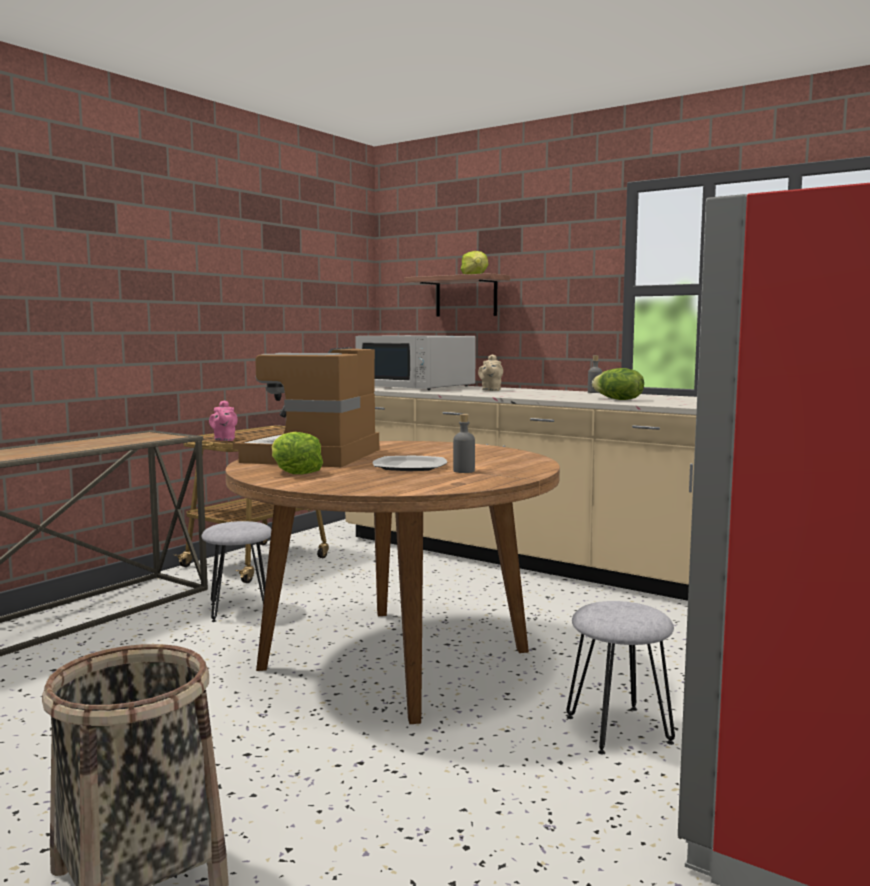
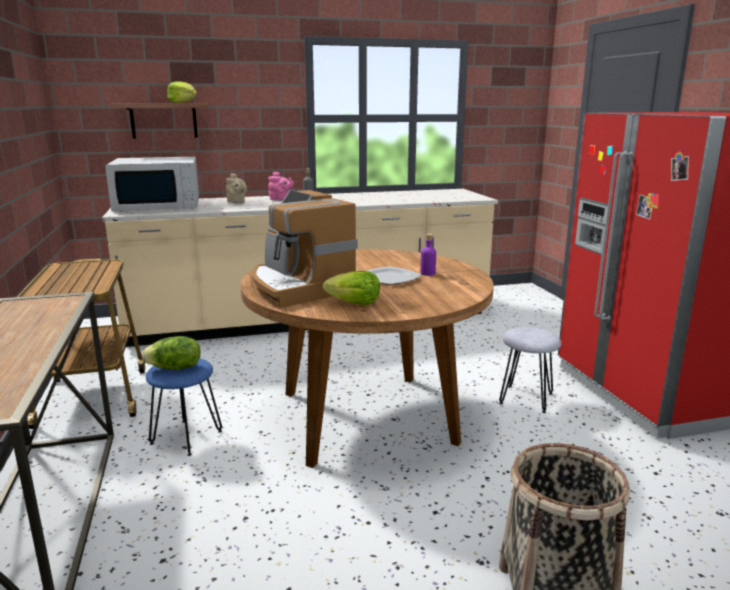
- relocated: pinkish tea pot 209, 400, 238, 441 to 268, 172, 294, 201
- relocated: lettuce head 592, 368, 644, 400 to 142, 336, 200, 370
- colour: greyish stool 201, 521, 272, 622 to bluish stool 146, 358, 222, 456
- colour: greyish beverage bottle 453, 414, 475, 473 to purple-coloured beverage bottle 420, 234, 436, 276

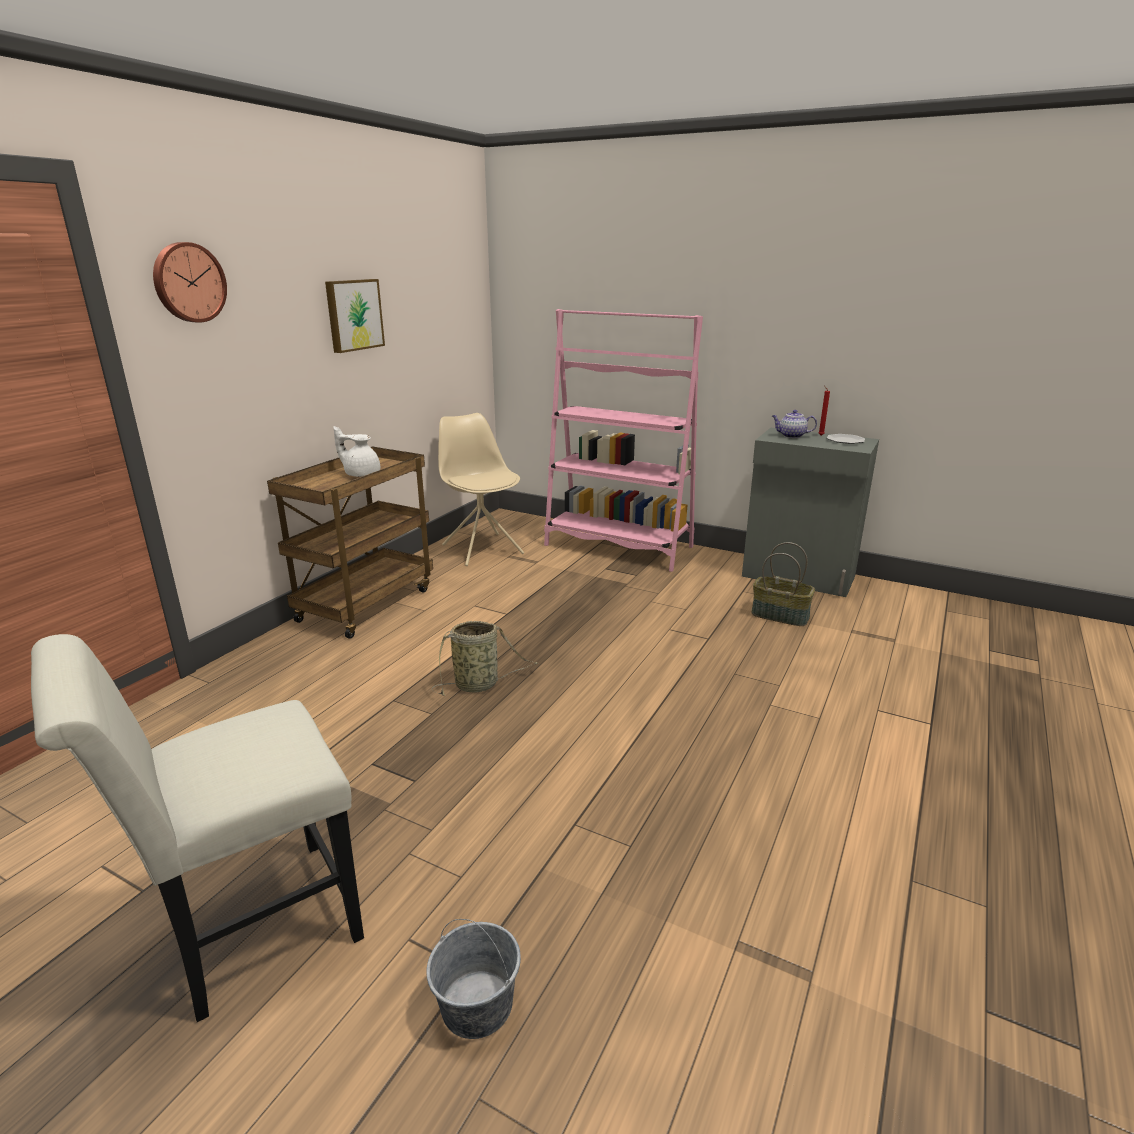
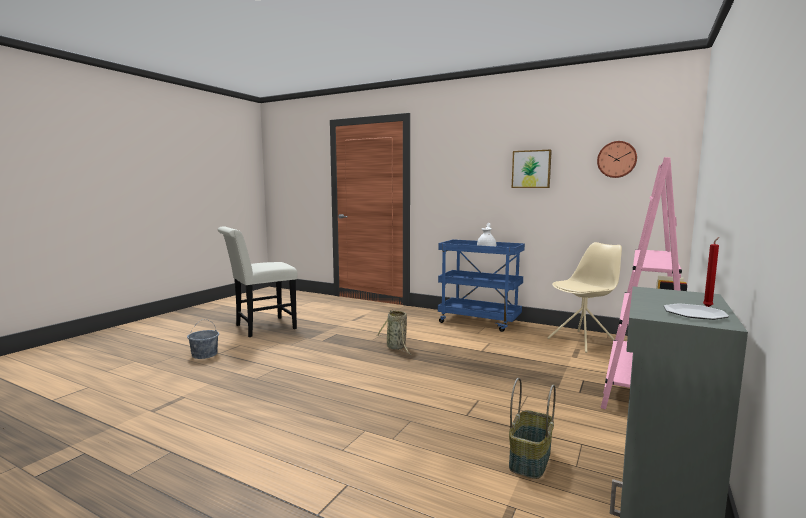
- missing: tea pot 772, 410, 817, 438
- relocated: clock on the wall 153, 242, 227, 323 to 597, 141, 637, 178
- colour: brown-coloured trolley 267, 447, 433, 639 to bluish trolley 438, 239, 525, 332
- spun: white-coloured upright chair 31, 634, 364, 1022 = 217, 226, 297, 337 90 degrees counterclockwise

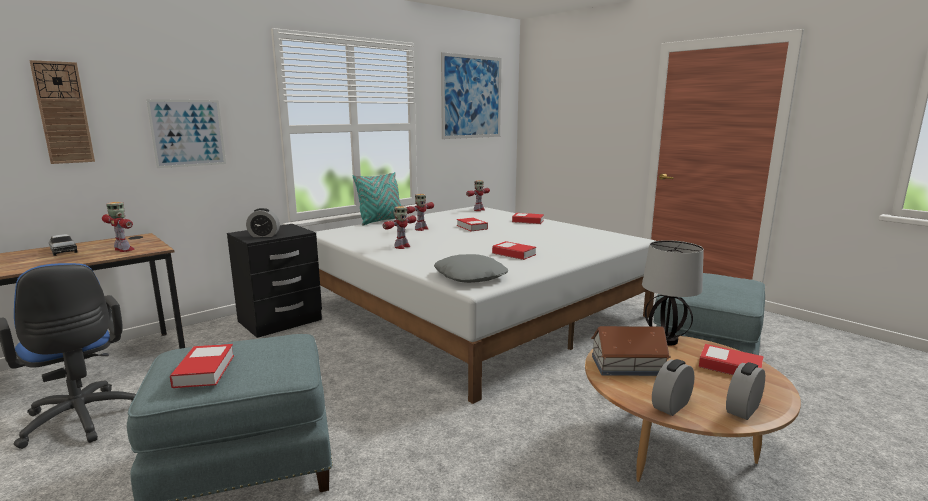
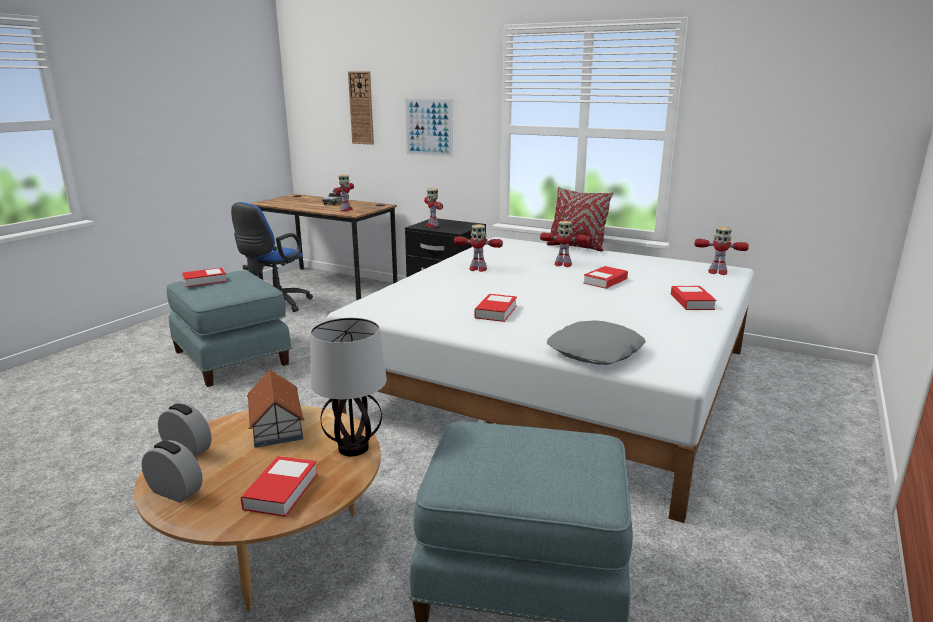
- missing: picture 441, 52, 502, 139
- relocated: greyish cushion 434, 254, 508, 283 to 547, 320, 646, 365
- exchanged: alarm clock 246, 208, 280, 237 to model robot 424, 188, 443, 228
- colour: blue-green cushion 353, 172, 401, 225 to red cushion 546, 187, 614, 252

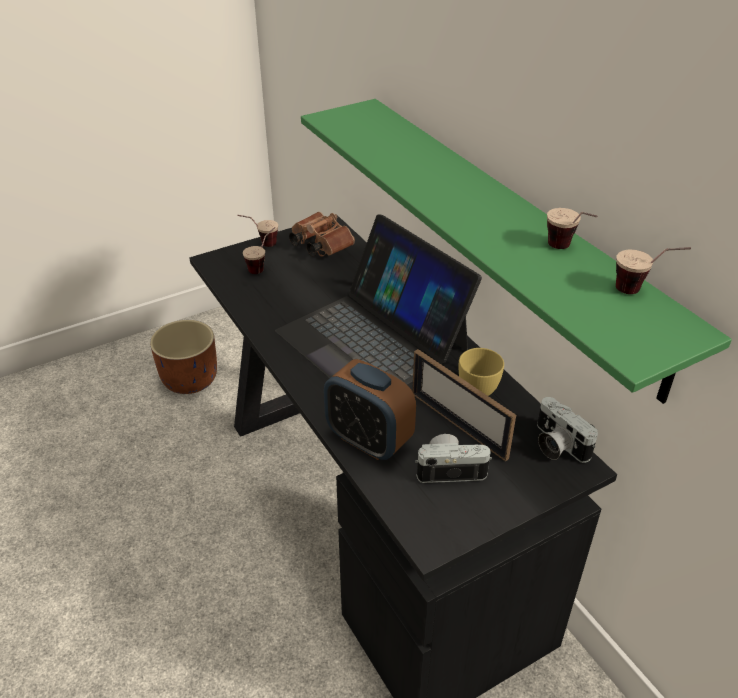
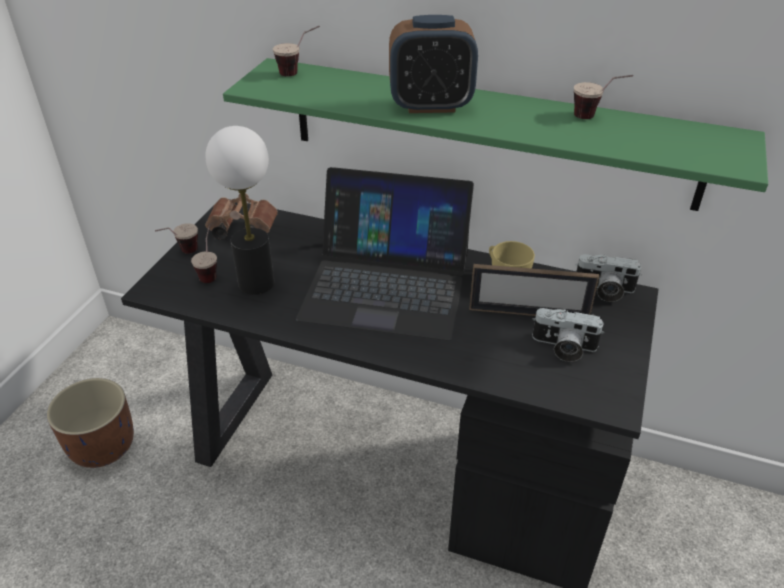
- appeared: table lamp 206, 126, 275, 295
- relocated: alarm clock 324, 359, 416, 460 to 389, 15, 478, 113
- relocated: drinking cup 616, 247, 691, 294 to 273, 26, 320, 76
- spun: photo camera 415, 434, 492, 483 = 532, 308, 604, 362 120 degrees counterclockwise

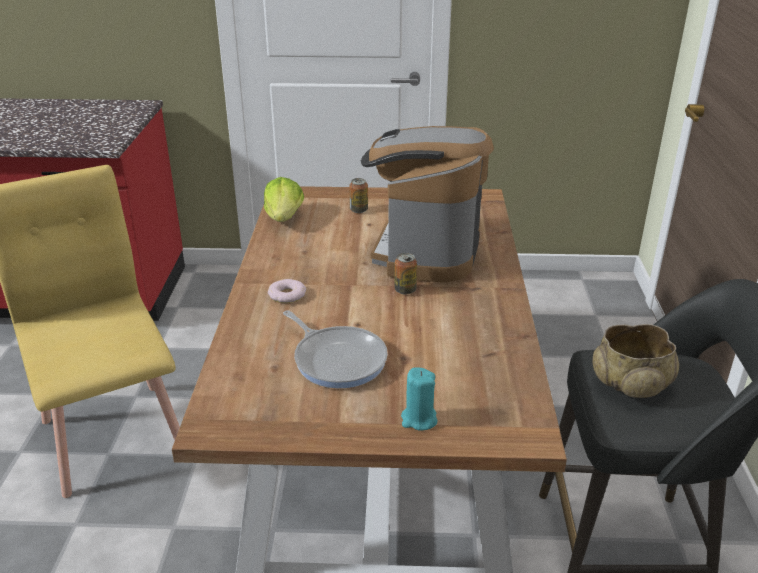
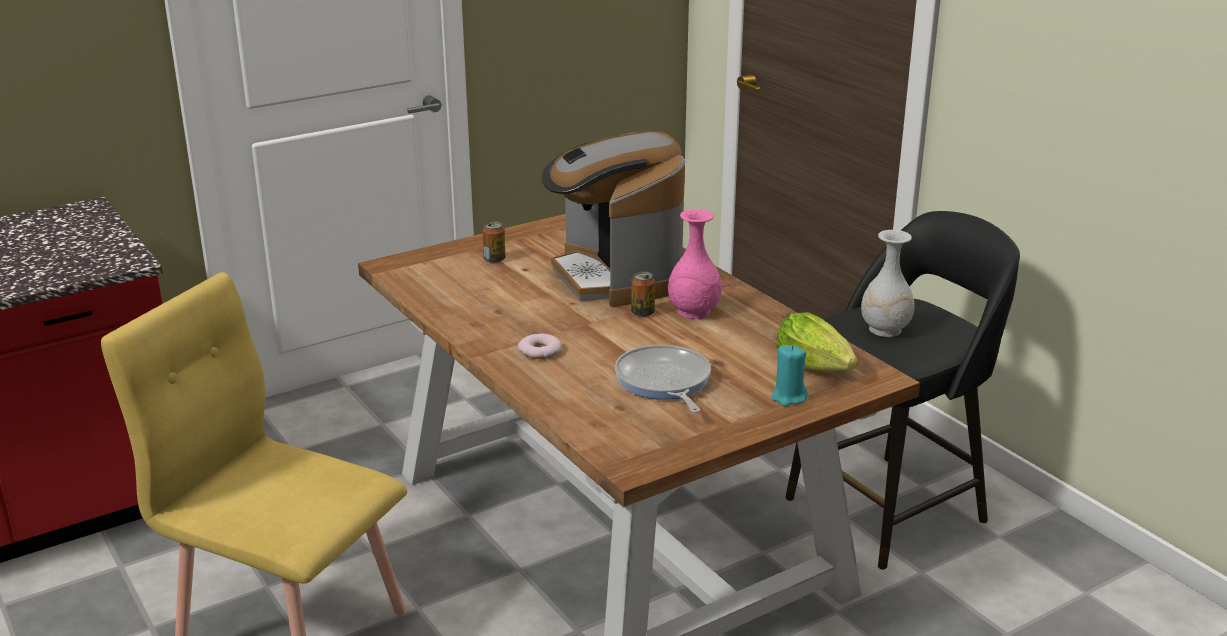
- appeared: pinkish flower vase 668, 209, 722, 319
- relocated: lettuce head 264, 177, 304, 222 to 776, 312, 858, 371
- exchanged: sand-coloured bowl 593, 324, 679, 398 to white-coloured flower vase 861, 230, 914, 337
- spun: skillet 283, 310, 388, 388 = 615, 345, 711, 413 120 degrees counterclockwise

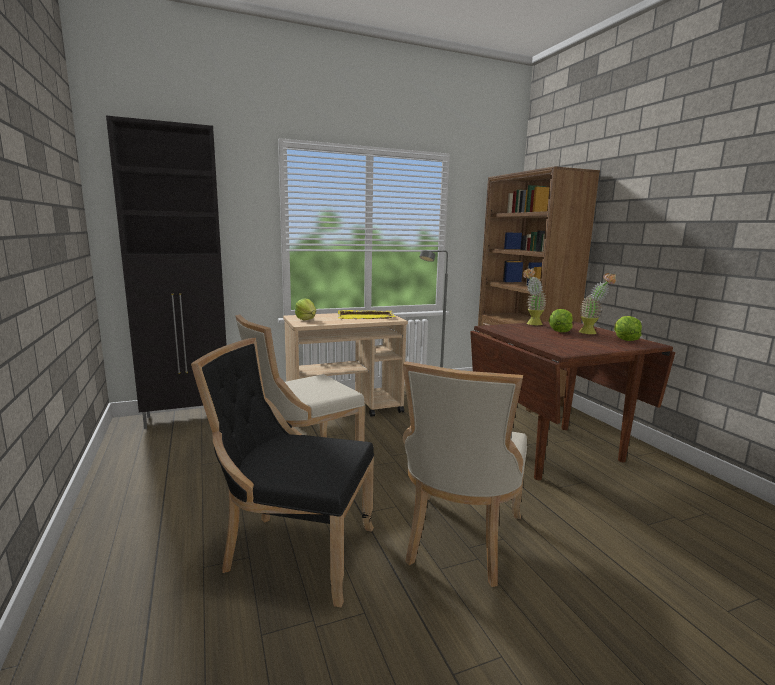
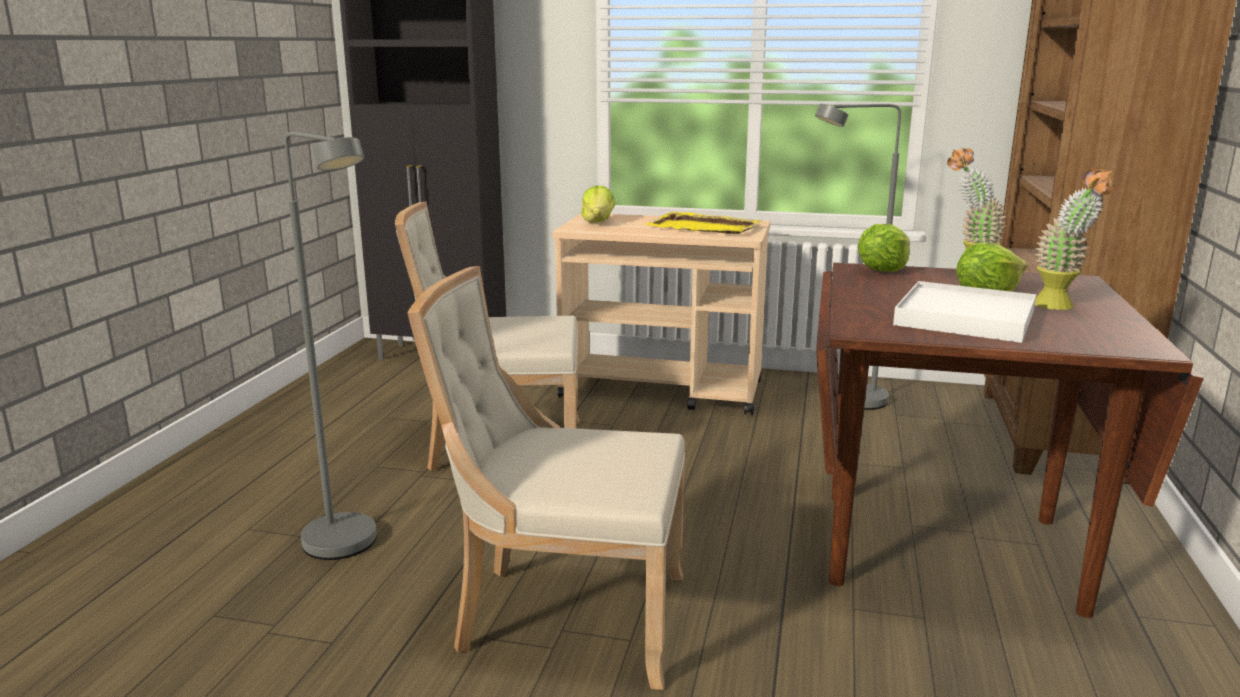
- appeared: white-coloured carrying tray 893, 281, 1036, 343
- relocated: lettuce head 614, 316, 642, 341 to 857, 224, 910, 272
- exchanged: black-coloured upright chair 191, 338, 374, 607 to greyish floor lamp 285, 132, 377, 560
- spun: sand-coloured upright chair 403, 361, 527, 587 = 407, 266, 685, 690 45 degrees clockwise

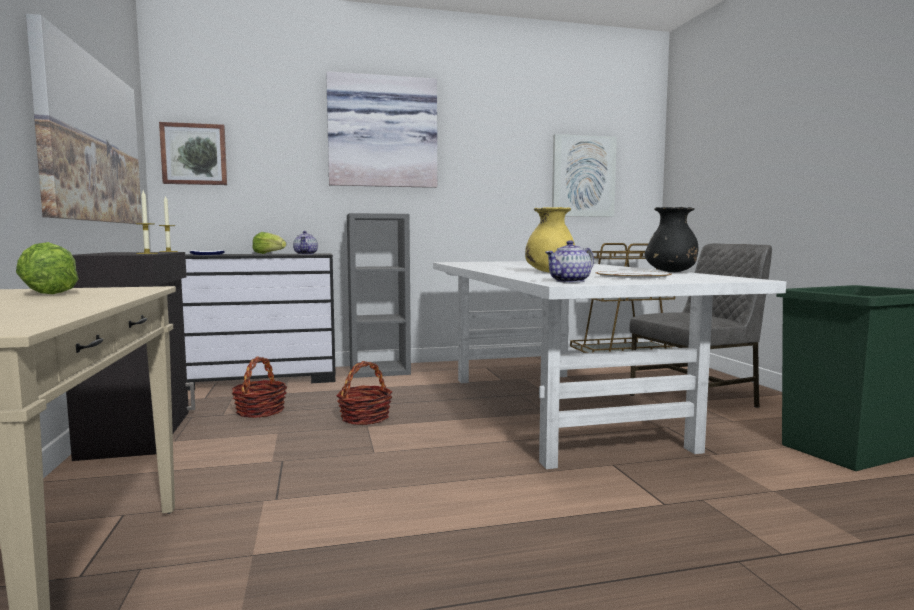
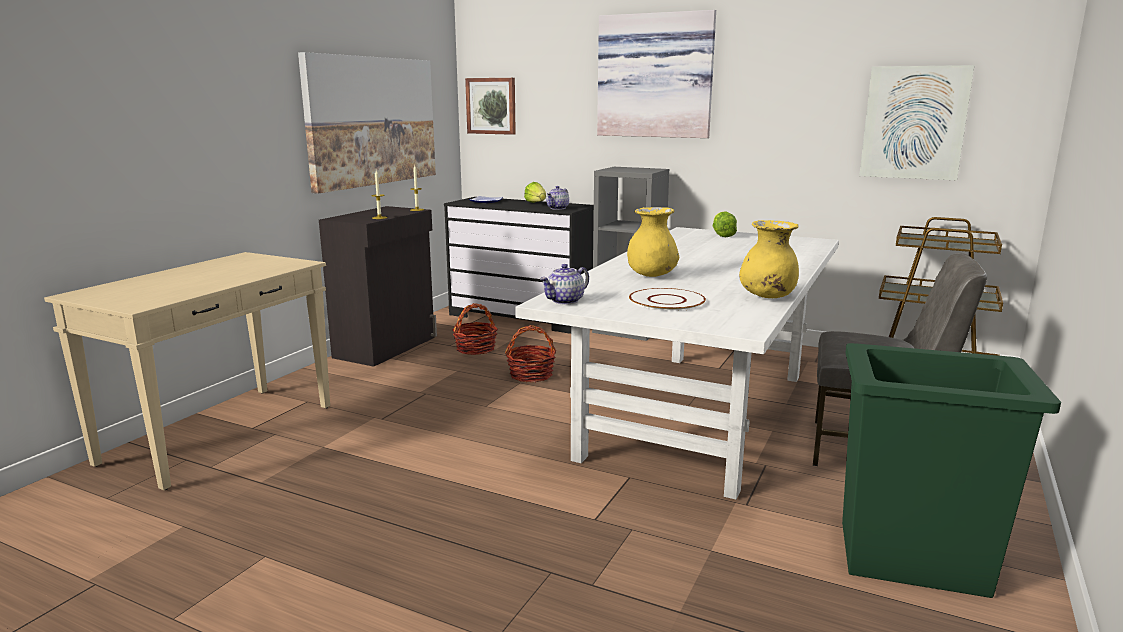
- relocated: lettuce head 16, 242, 79, 294 to 713, 211, 737, 237
- colour: black-coloured flower vase 644, 207, 698, 272 to yellow flower vase 739, 220, 799, 298
- spun: tea pot 545, 241, 594, 283 = 540, 264, 589, 305 45 degrees counterclockwise

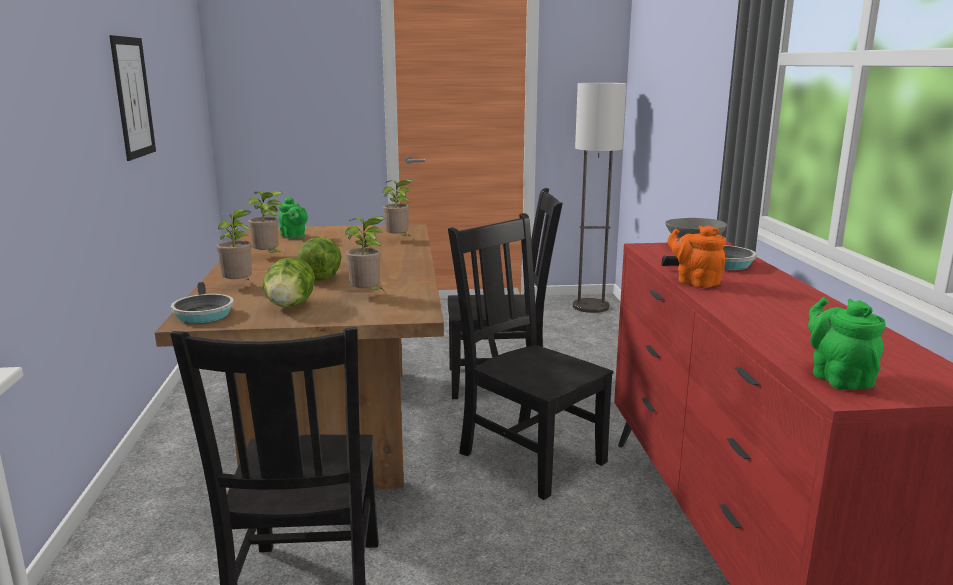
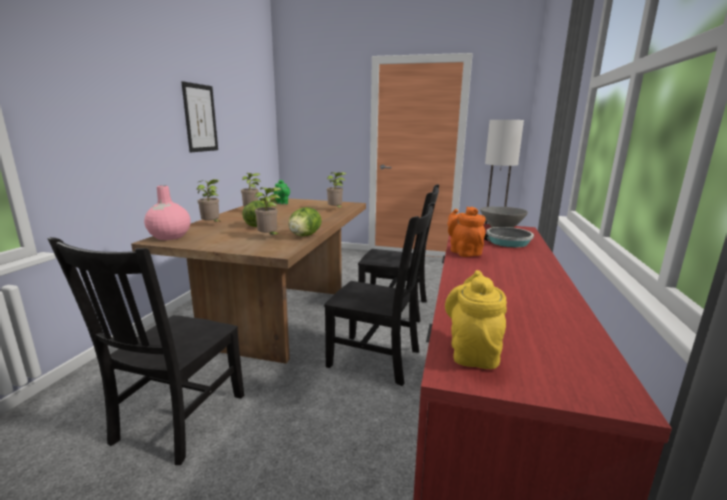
- relocated: lettuce head 263, 258, 315, 307 to 289, 207, 322, 236
- exchanged: skillet 171, 282, 234, 324 to pinkish flower vase 144, 185, 191, 240
- colour: green-coloured tea pot 808, 297, 886, 390 to yellow tea pot 445, 270, 507, 369
- spun: black-coloured upright chair 448, 213, 613, 500 = 324, 202, 435, 386 135 degrees clockwise

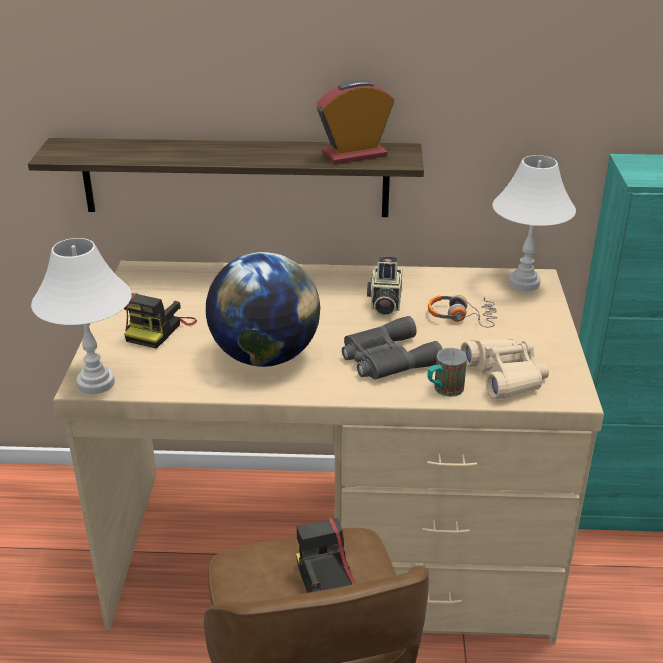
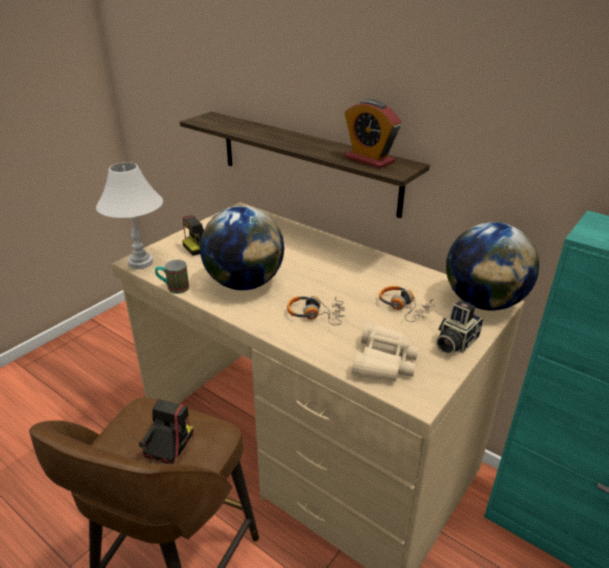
- relocated: photo camera 367, 257, 403, 316 to 436, 300, 483, 354
- relocated: coffee mug 427, 348, 467, 397 to 155, 260, 189, 294
- exchanged: greyish field glasses 342, 316, 442, 380 to headphones 287, 296, 345, 325
- exchanged: white-coloured table lamp 493, 155, 576, 291 to desk globe 446, 222, 539, 310
- spun: alarm clock 317, 79, 394, 164 = 345, 99, 401, 169 150 degrees counterclockwise

